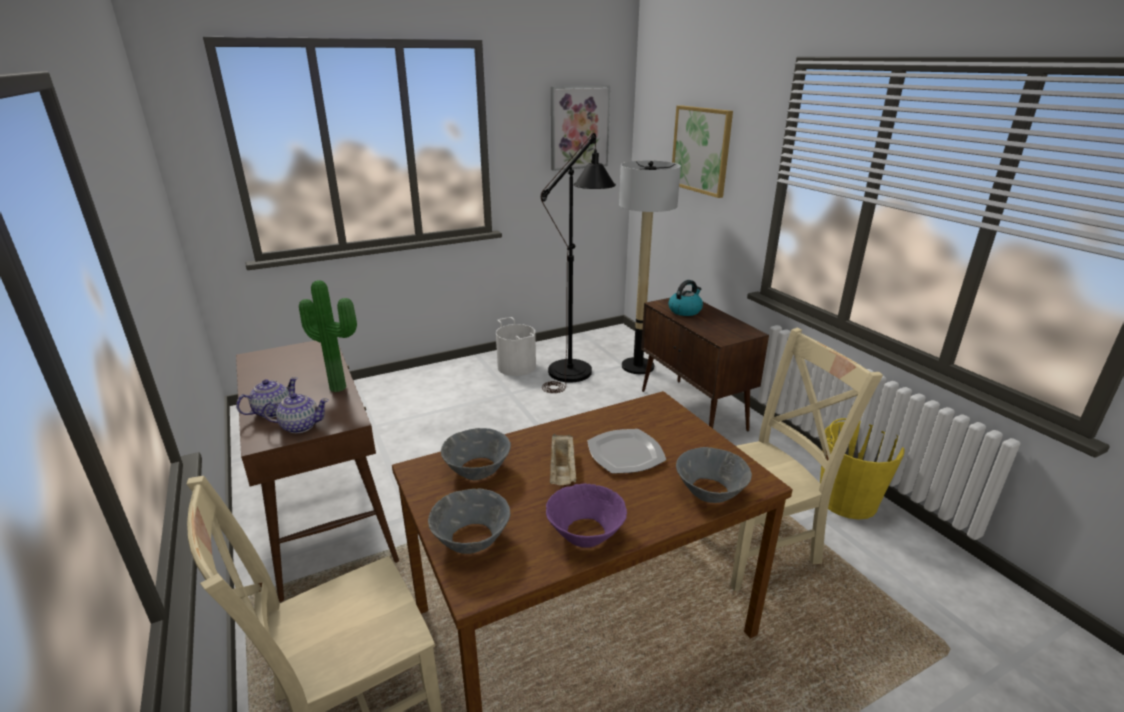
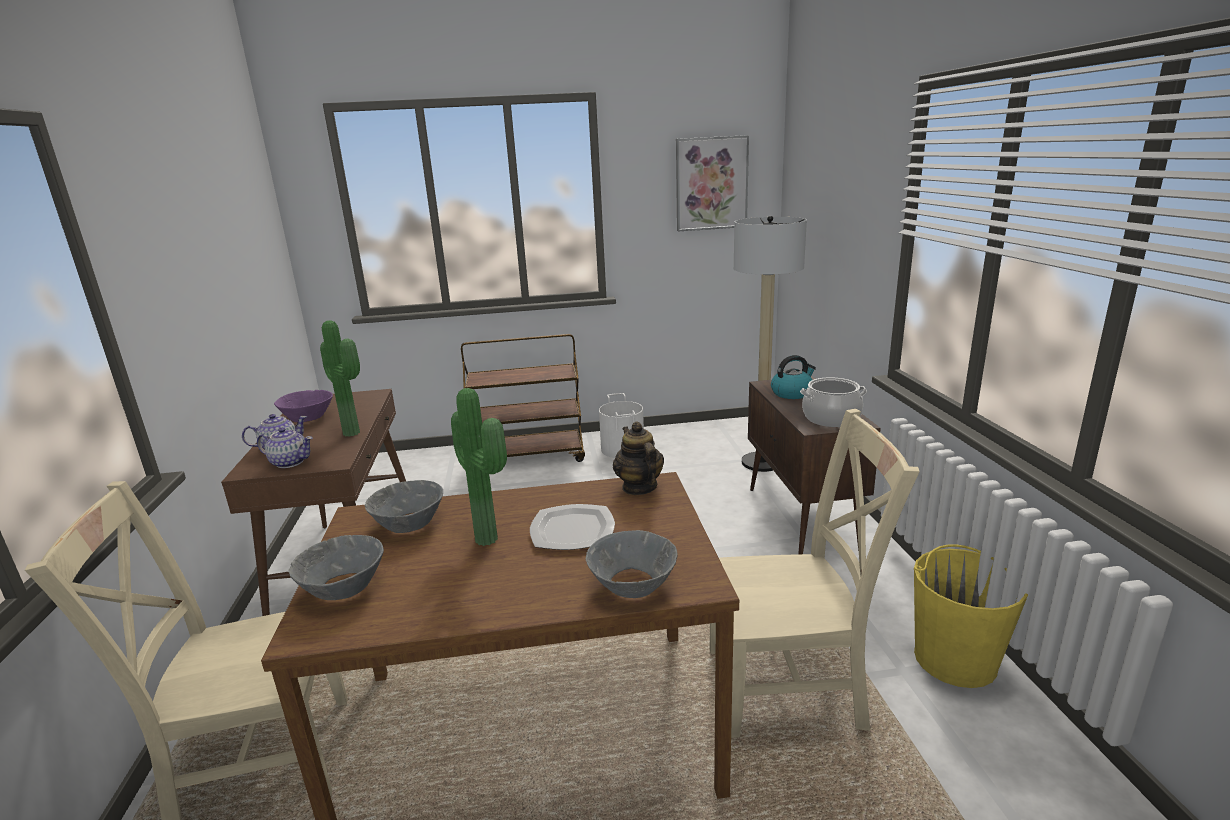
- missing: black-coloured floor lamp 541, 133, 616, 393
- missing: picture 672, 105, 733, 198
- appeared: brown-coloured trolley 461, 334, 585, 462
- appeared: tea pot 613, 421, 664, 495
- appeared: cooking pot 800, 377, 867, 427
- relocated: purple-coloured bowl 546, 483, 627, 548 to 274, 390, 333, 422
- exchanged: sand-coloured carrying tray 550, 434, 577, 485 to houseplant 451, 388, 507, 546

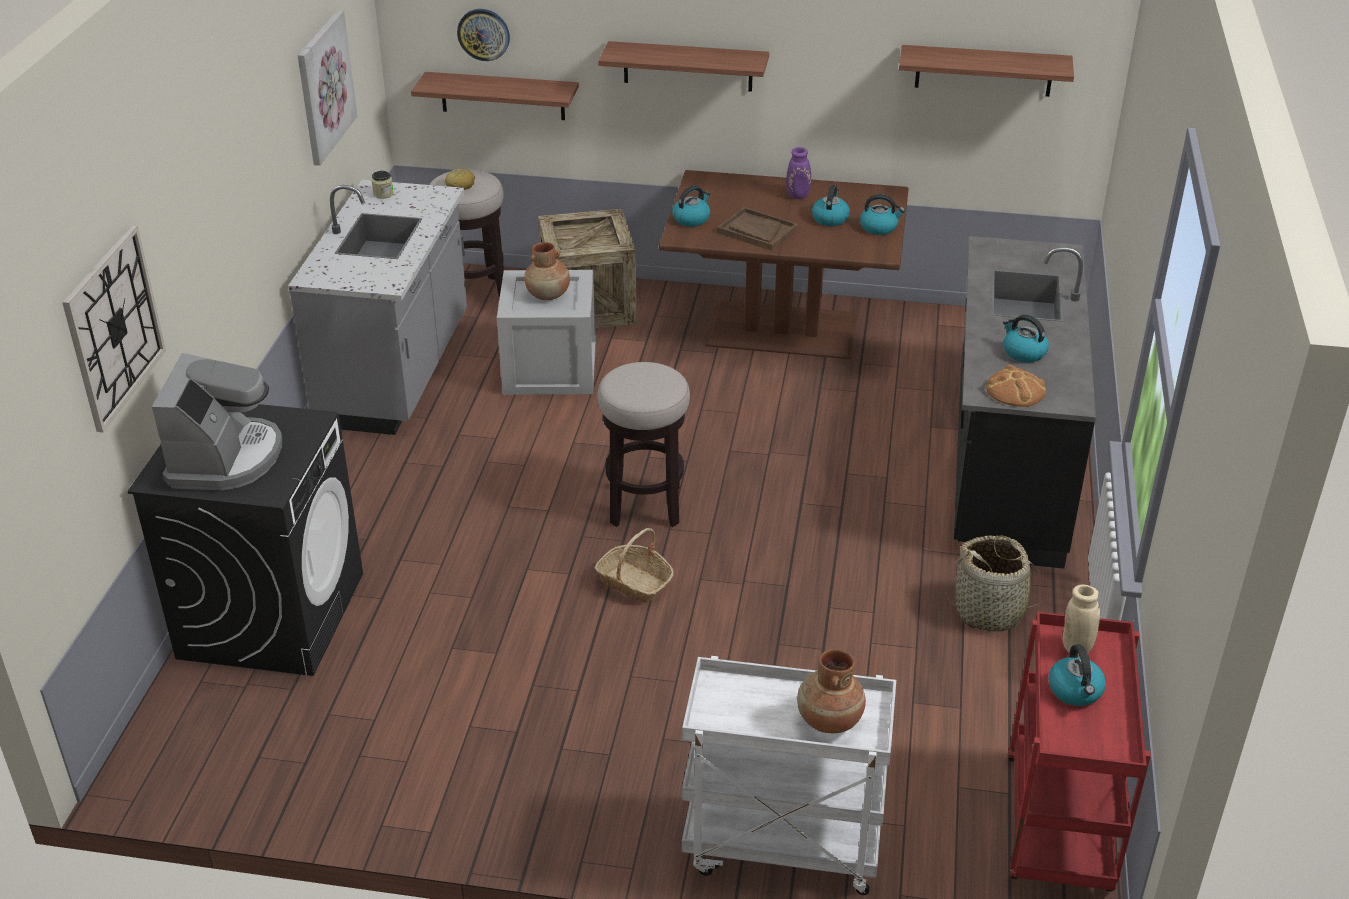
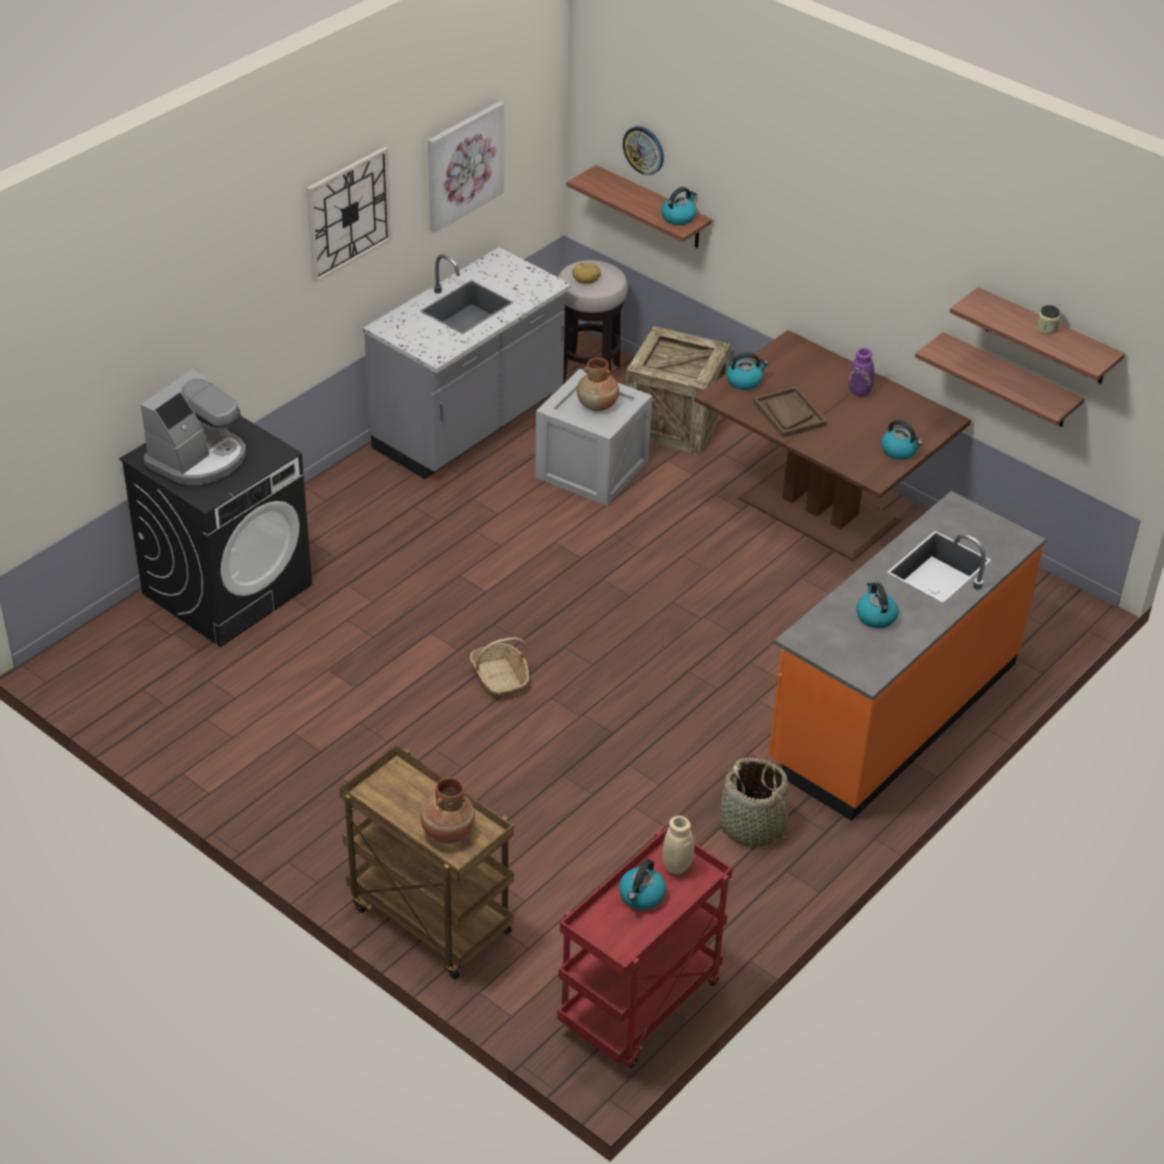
- missing: stool 597, 362, 690, 527
- missing: bread 986, 364, 1046, 407
- relocated: clock on the wall 62, 226, 166, 432 to 306, 147, 392, 283
- relocated: jar 371, 171, 394, 199 to 1036, 305, 1060, 335
- relocated: shelf 598, 41, 769, 92 to 915, 332, 1084, 427
- relocated: kettle 812, 185, 850, 226 to 661, 187, 697, 225
- colour: white-coloured trolley 682, 656, 896, 895 to brown-coloured trolley 340, 745, 514, 980
- colour: black-coloured kitchen counter 954, 236, 1096, 569 to orange kitchen counter 769, 491, 1046, 821

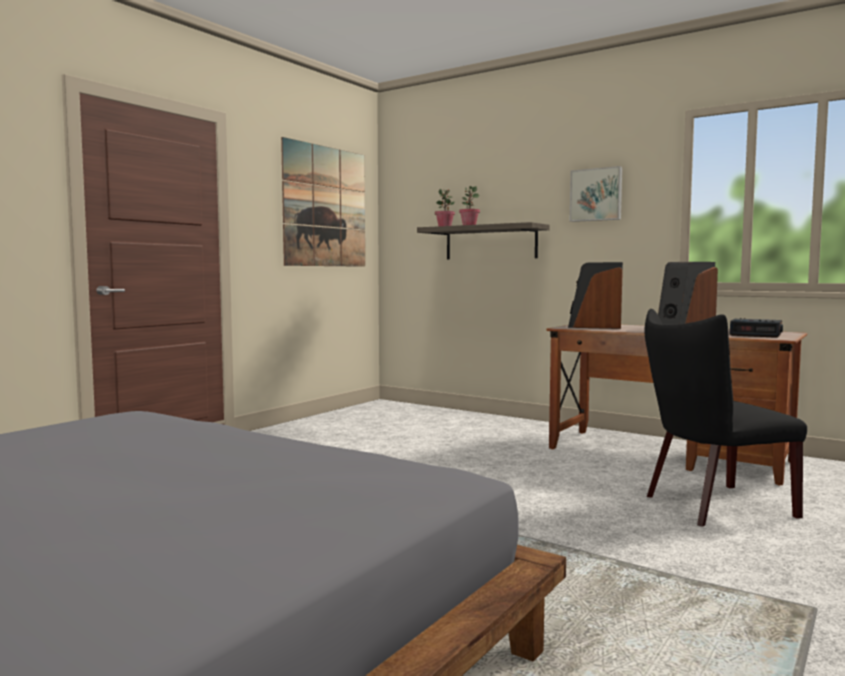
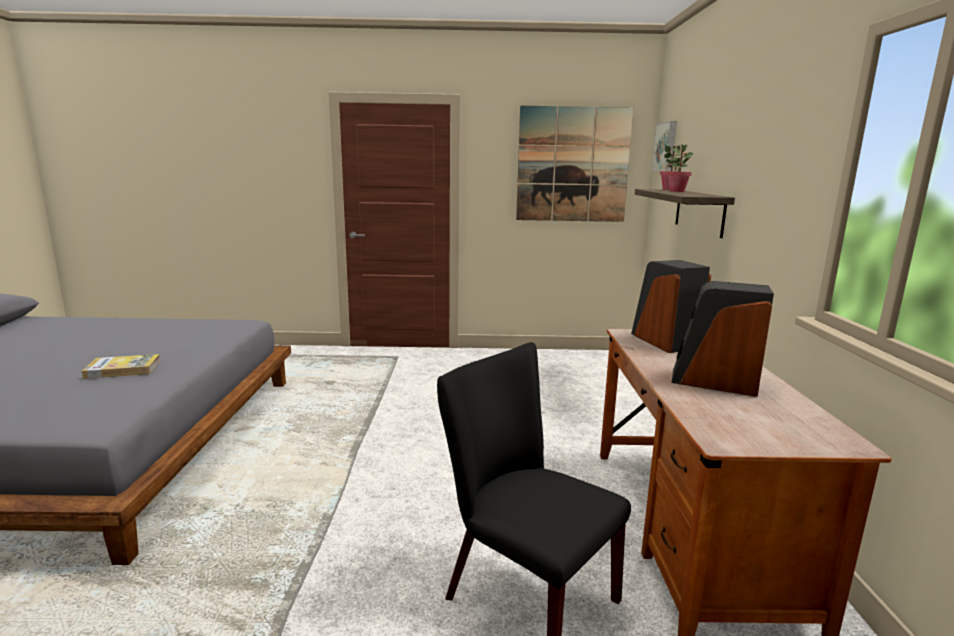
- missing: alarm clock 730, 318, 783, 338
- appeared: volume 82, 354, 160, 379
- relocated: picture 570, 166, 622, 222 to 651, 121, 677, 171

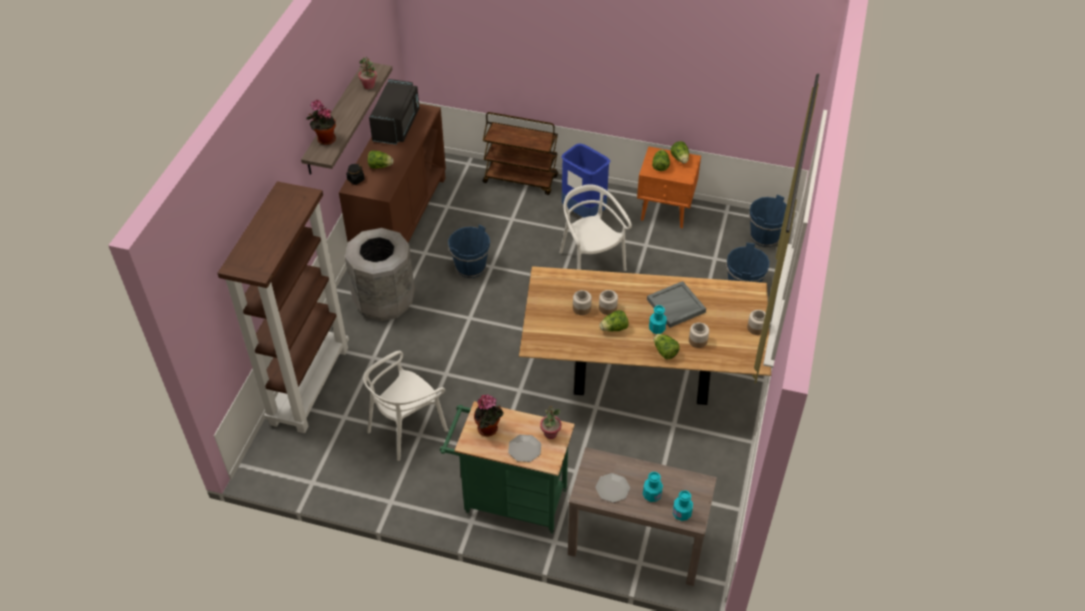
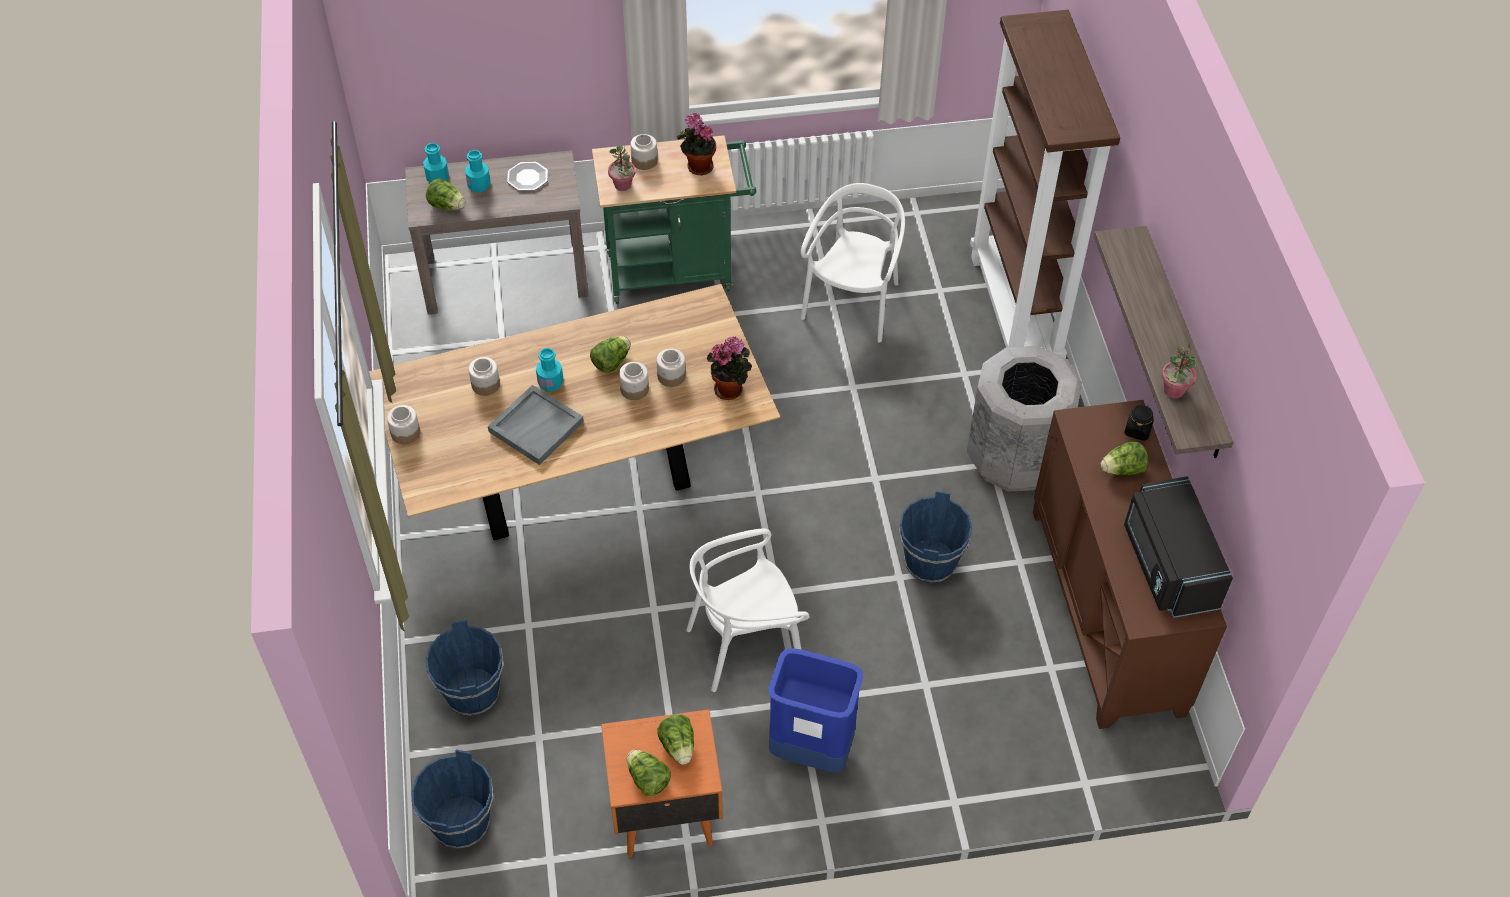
- missing: brown-coloured trolley 482, 112, 558, 195
- relocated: houseplant 306, 100, 336, 145 to 707, 336, 752, 400
- relocated: lettuce head 653, 334, 680, 359 to 426, 178, 466, 210
- exchanged: flat dish 508, 435, 541, 462 to jar 630, 134, 658, 170
- spun: white-coloured upright chair 559, 184, 632, 271 = 686, 528, 809, 692 120 degrees clockwise

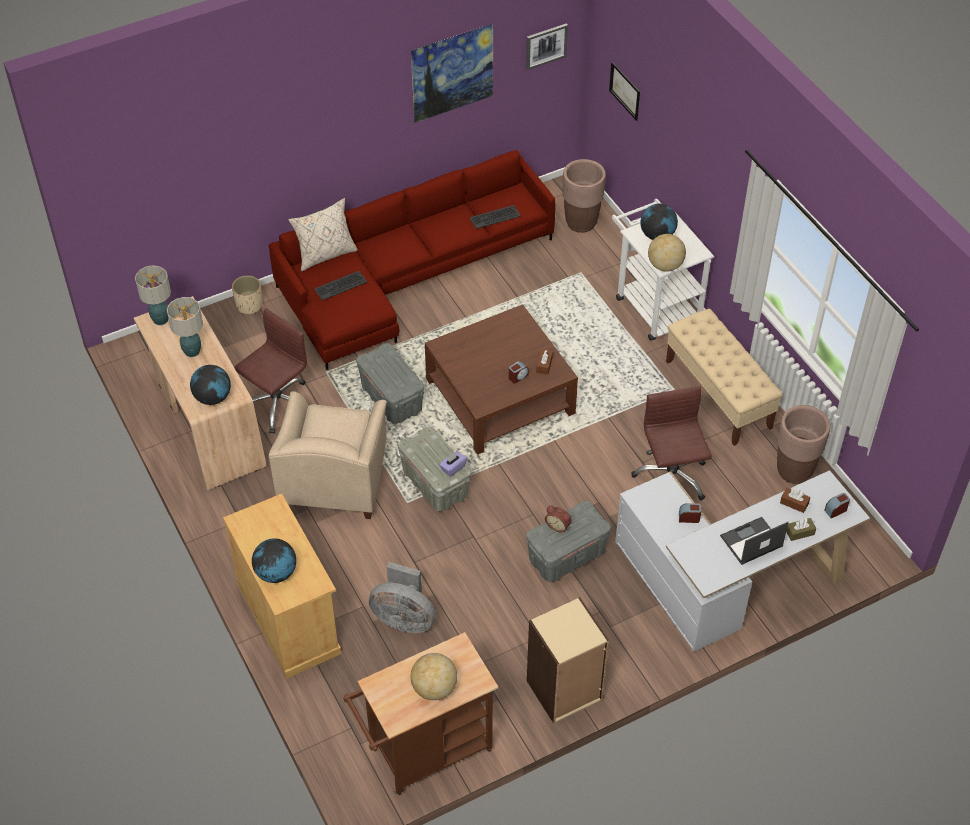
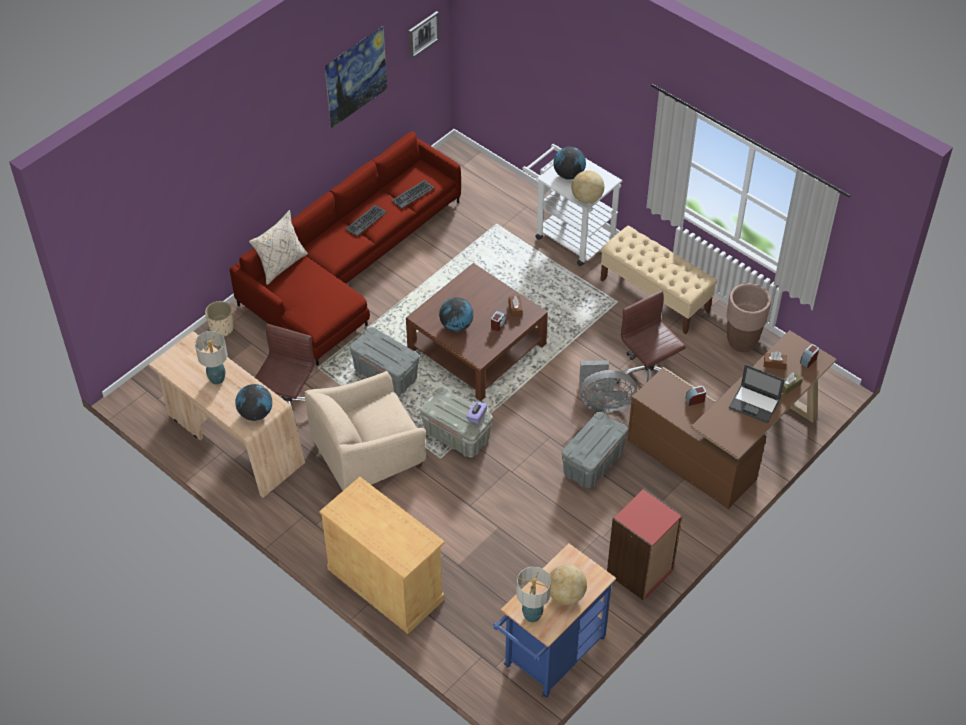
- missing: alarm clock 545, 506, 572, 533
- missing: brown-coloured planter 562, 159, 606, 233
- missing: picture 609, 62, 640, 121
- relocated: table lamp 135, 265, 171, 325 to 516, 566, 551, 622
- relocated: desk globe 252, 538, 296, 583 to 439, 297, 473, 332
- relocated: PC keyboard 314, 271, 367, 300 to 345, 205, 387, 236
- relocated: greyish fan 369, 562, 436, 633 to 579, 361, 637, 412
- colour: brown-coloured trolley 343, 632, 499, 795 to bluish trolley 493, 543, 616, 698
- colour: sand-coloured bookshelf 527, 597, 609, 724 to red bookshelf 607, 488, 683, 601
- colour: white-coloured desk table 615, 470, 870, 652 to brown-coloured desk table 627, 330, 837, 509
- spun: sand-coloured lounge chair 269, 391, 387, 519 = 305, 371, 426, 491 75 degrees clockwise
- spun: portable computer 720, 517, 789, 565 = 729, 364, 785, 424 105 degrees counterclockwise

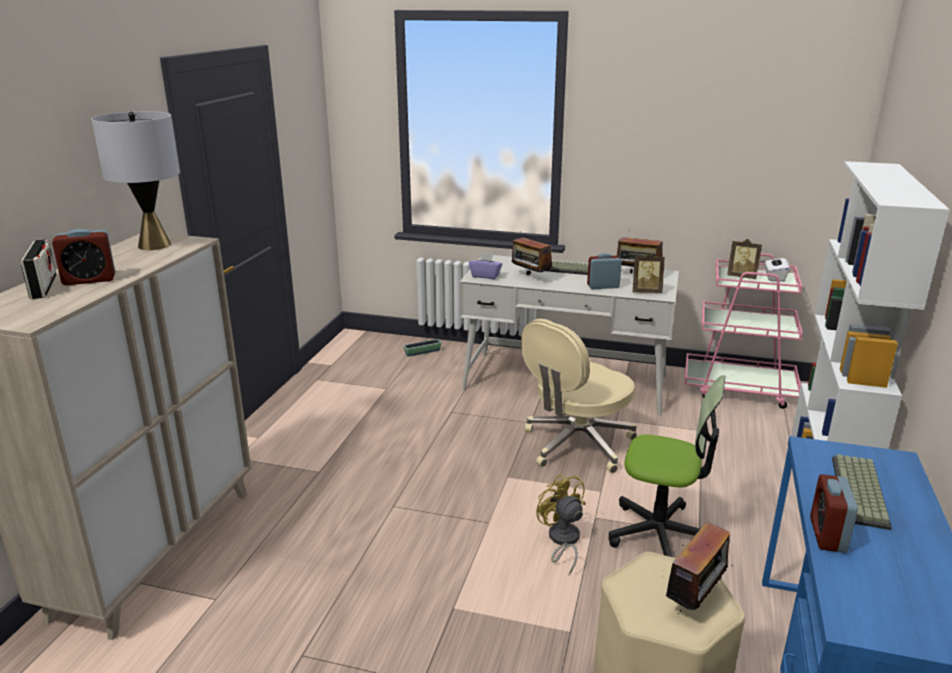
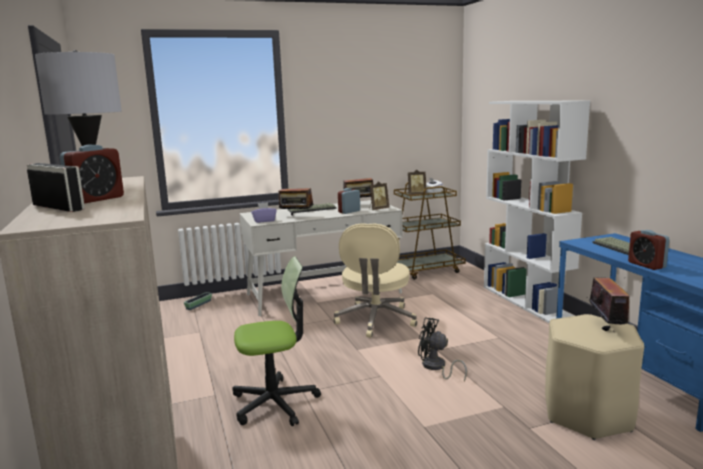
- relocated: computer chair 609, 375, 726, 557 to 232, 256, 321, 426
- colour: yellow fan 536, 474, 586, 575 to black-coloured fan 418, 317, 467, 381
- colour: pinkish trolley 685, 253, 803, 409 to brown-coloured trolley 394, 182, 466, 280

